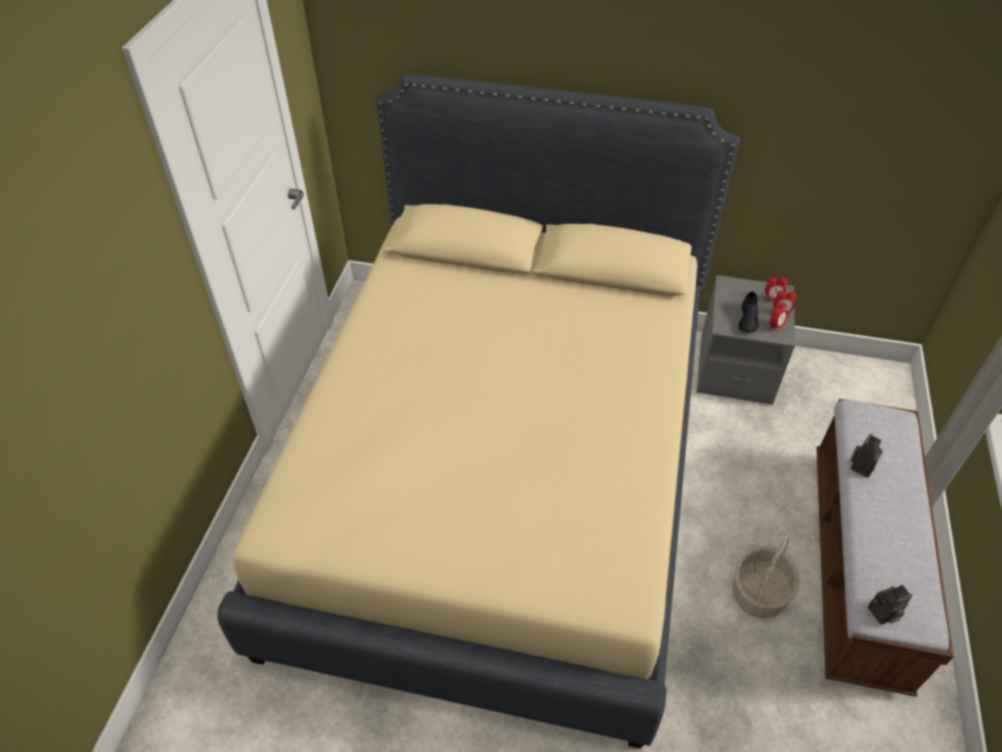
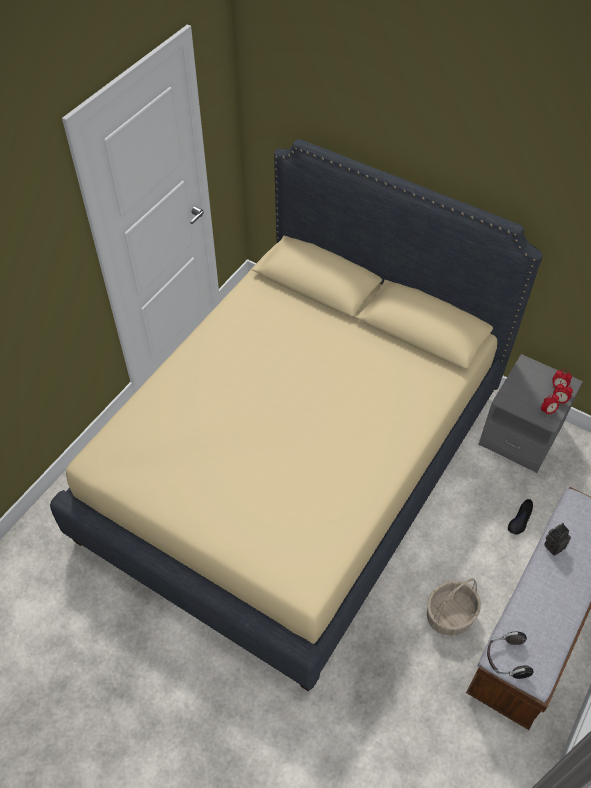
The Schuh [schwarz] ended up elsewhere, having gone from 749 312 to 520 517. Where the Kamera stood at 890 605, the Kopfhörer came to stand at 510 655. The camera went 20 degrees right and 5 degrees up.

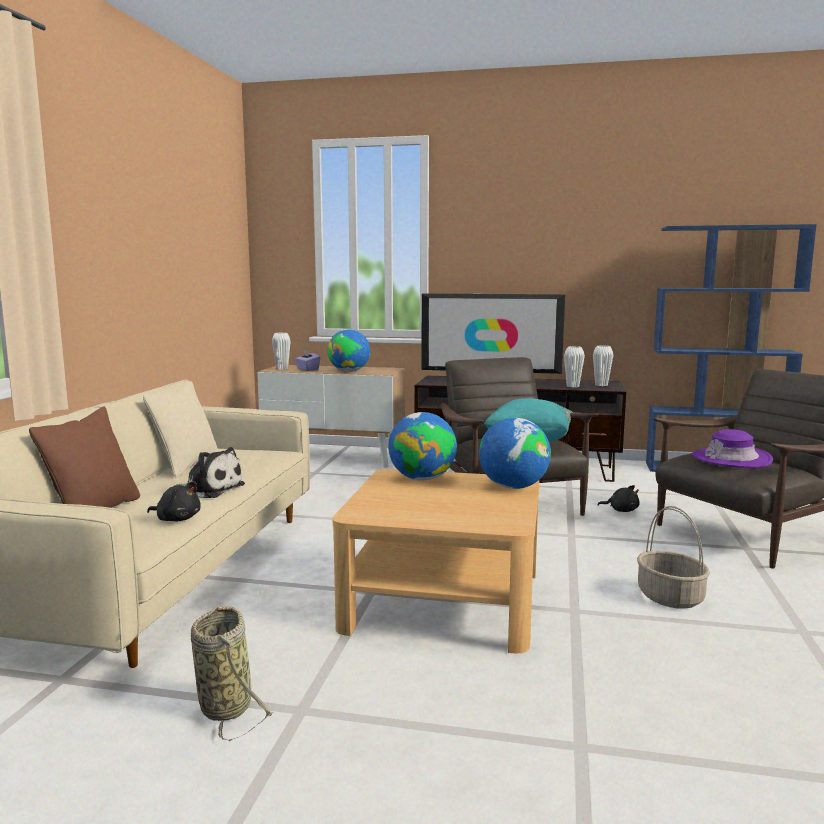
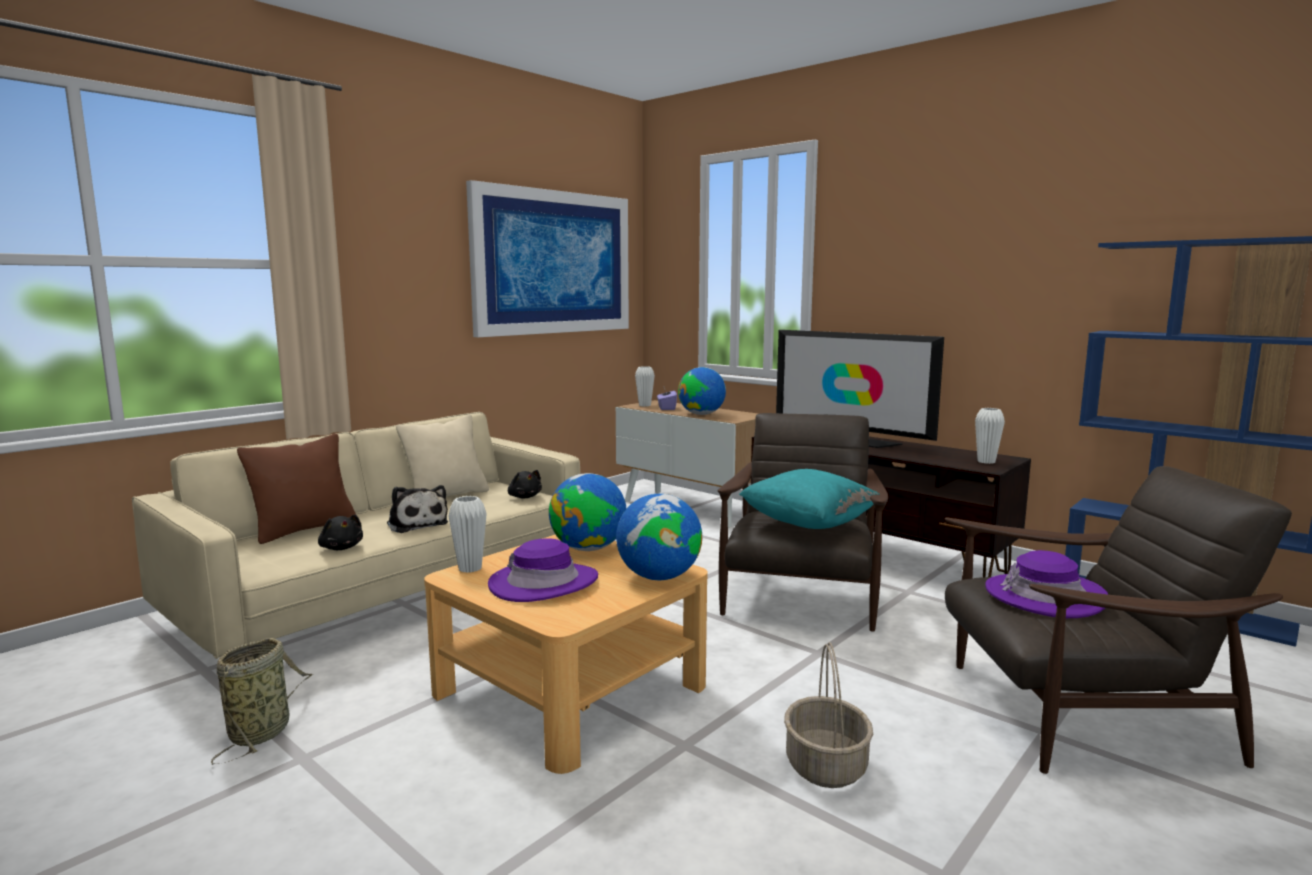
The Vase [weiß] ended up elsewhere, having gone from 574 366 to 467 534. The Plüschtier [schwarz] ended up elsewhere, having gone from 619 498 to 525 484. The second view gained the Bild at 547 258. The second view gained the Hut [lila] at 543 570. The camera went 30 degrees right and 0 degrees up.

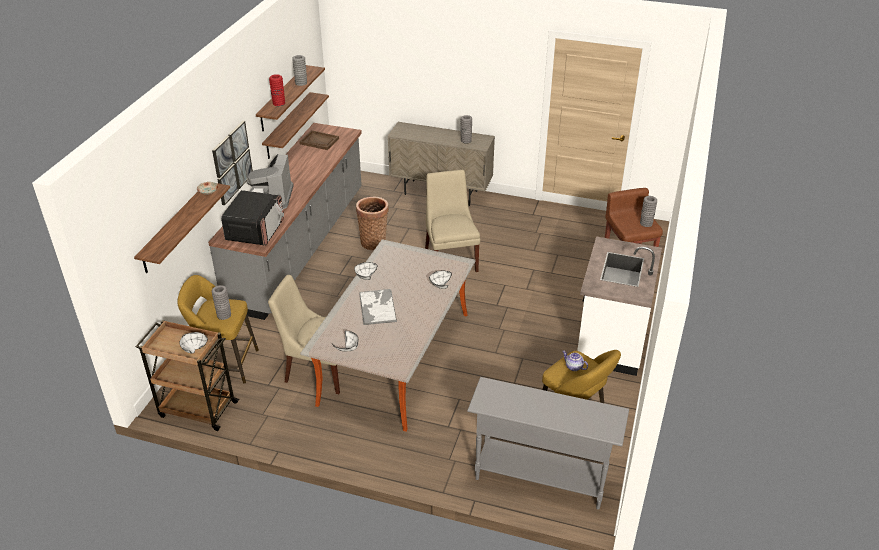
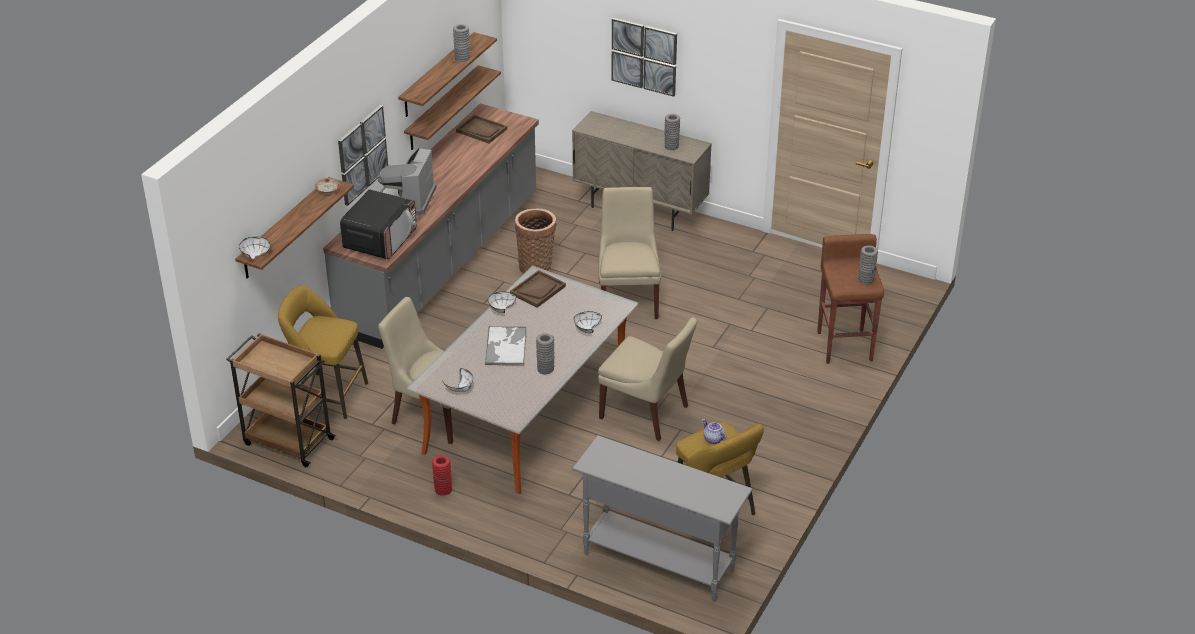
The Vase [rot] ended up elsewhere, having gone from 277 90 to 442 475. The second view lost the Küchenzeile [weiß] at 619 306. The Vase [grau] ended up elsewhere, having gone from 221 302 to 545 353. The Schüssel [weiß] ended up elsewhere, having gone from 193 343 to 254 248. The second view gained the Bild at 644 57. The second view gained the Tablett [braun] at 538 289. The second view gained the Stuhl [beige] at 647 379. The camera went 10 degrees right and 0 degrees up.

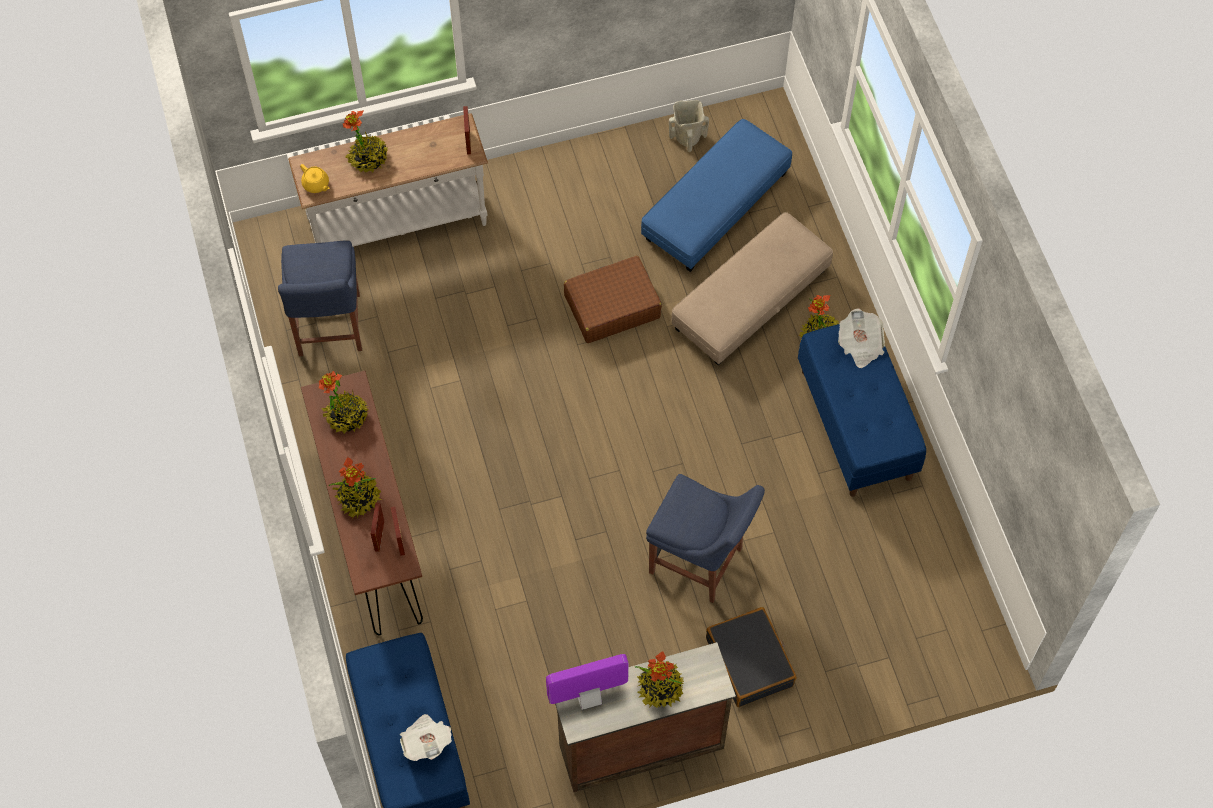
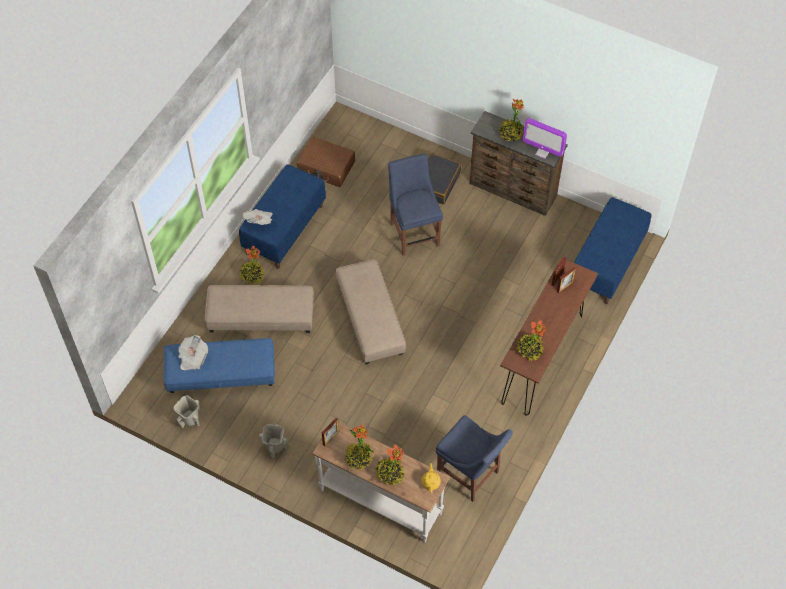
The Stuhl [blau] at 320 298 ended up facing another way, 90 degrees clockwise from before. The Koffer [braun] ended up elsewhere, having gone from 613 299 to 326 162. The Topfpflanze ended up elsewhere, having gone from 355 487 to 359 447. The Zeitung ended up elsewhere, having gone from 426 737 to 193 352. The second view gained the Polsterhocker [beige] at 371 311. The second view gained the Vase [beige] at 273 441. The camera went 135 degrees left and 5 degrees down.

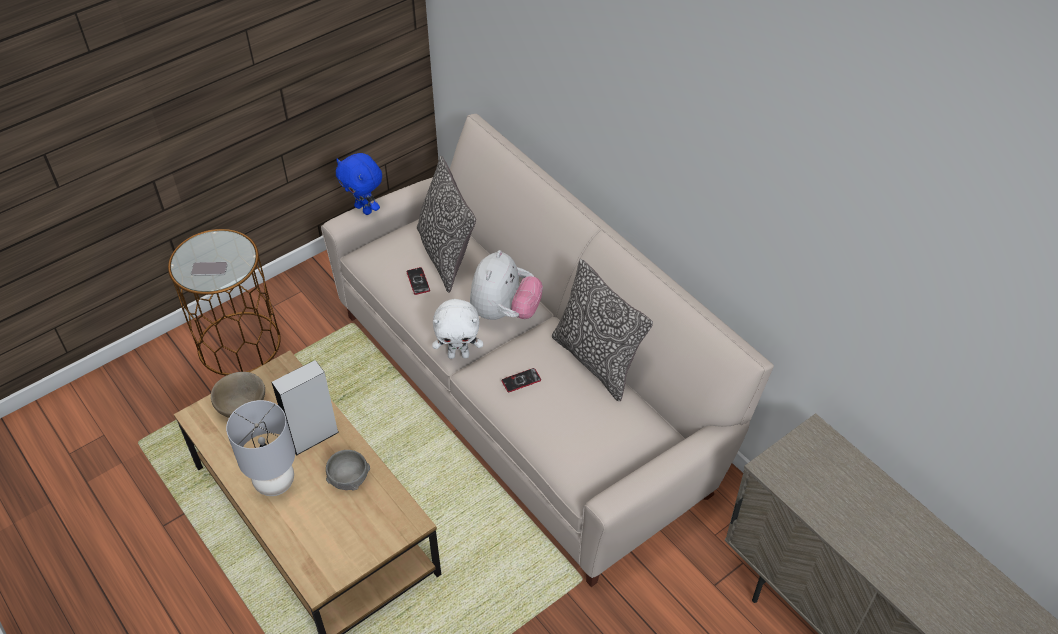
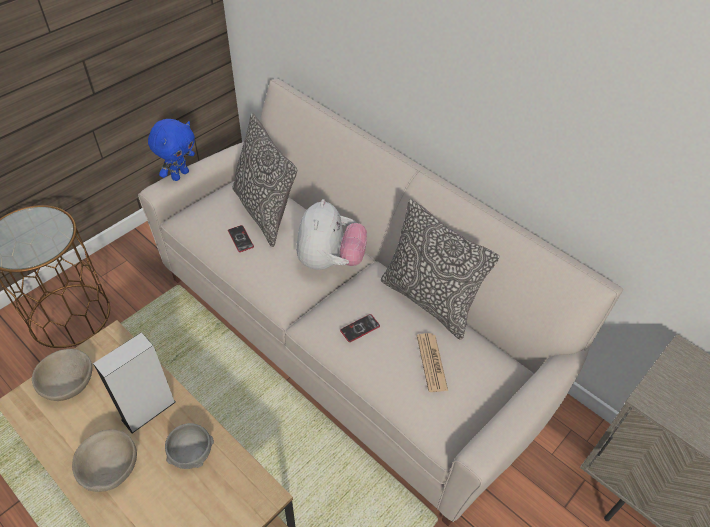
The Plüschtier [blau] at 359 184 ended up facing another way, 90 degrees counterclockwise from before. The second view lost the Handy at 209 269. The second view lost the Plüschtier [weiß] at 457 329. Where the Tischlampe [grau] stood at 260 448, the Schüssel [beige] came to stand at 104 460. The second view gained the Zeitung at 432 362. The camera went 10 degrees left and 0 degrees up.

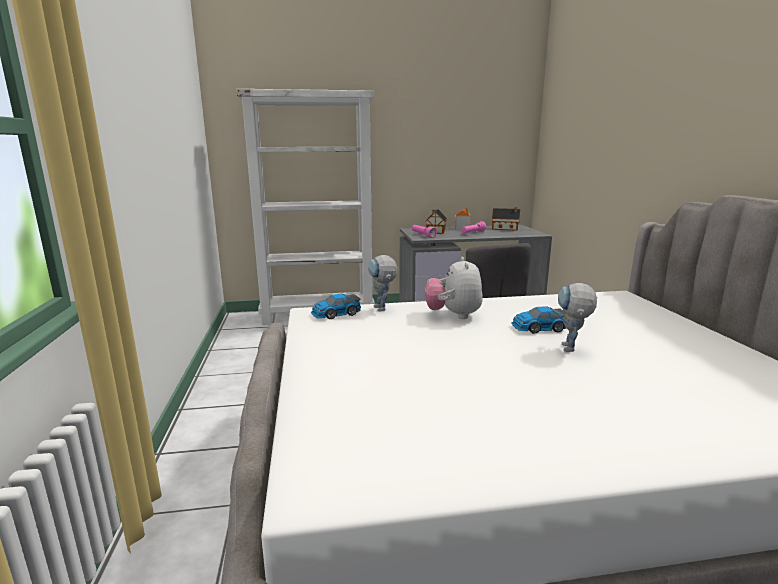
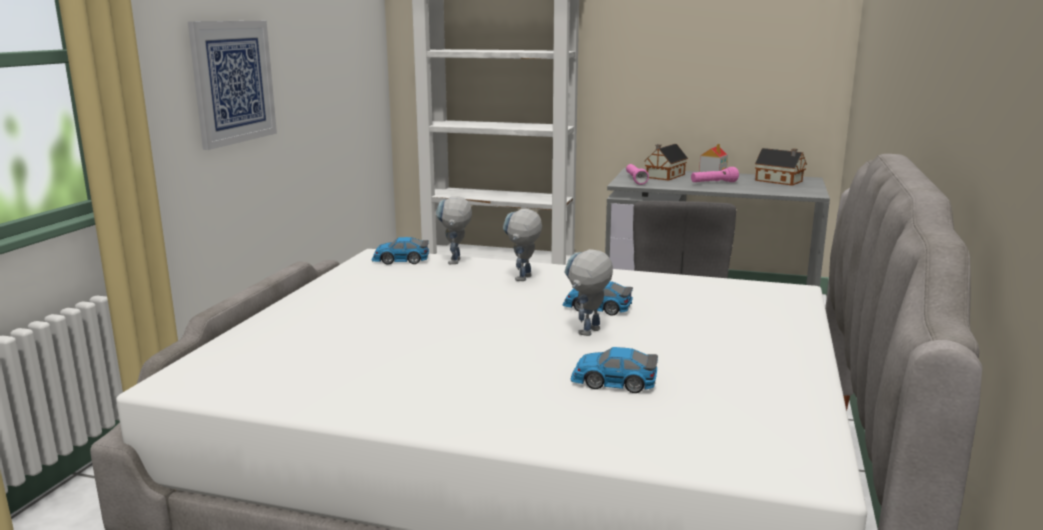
Where the Plüschtier stood at 454 288, the Spielzeugroboter came to stand at 522 245. The second view gained the Bild at 232 85. The second view gained the Spielzeugauto at 614 370. The camera went 25 degrees right and 0 degrees up.

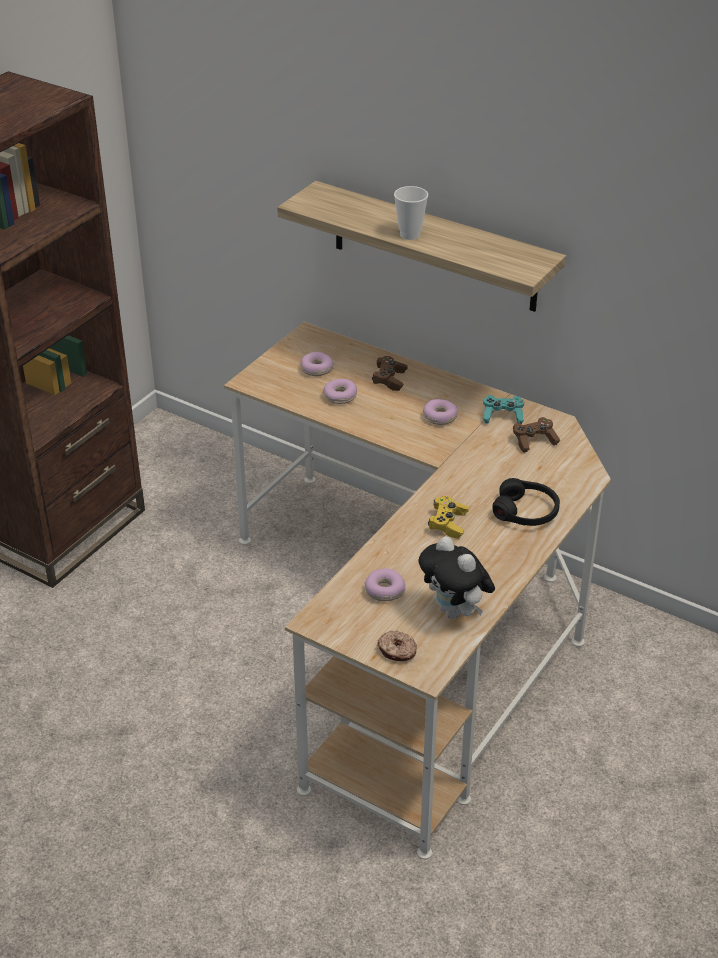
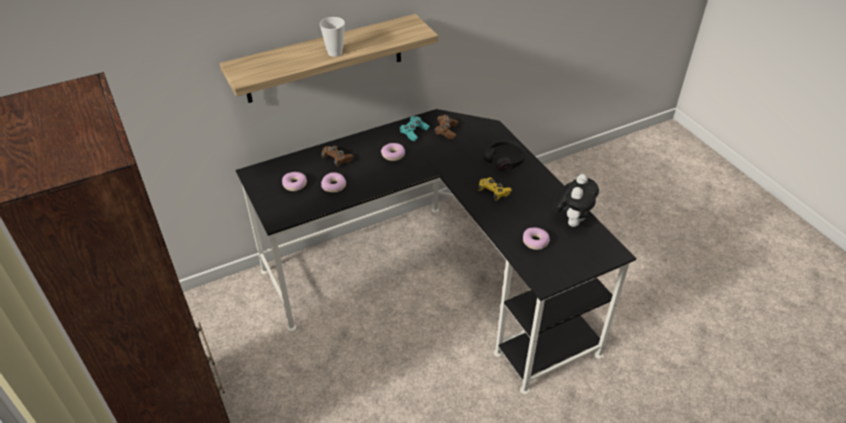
What was the Schreibtisch [beige] at 417 590 turned into the Schreibtisch [schwarz] at 436 251. The Plüschtier at 457 577 ended up facing another way, 60 degrees counterclockwise from before. The second view lost the Donut at 397 645. The camera went 60 degrees left and 5 degrees up.

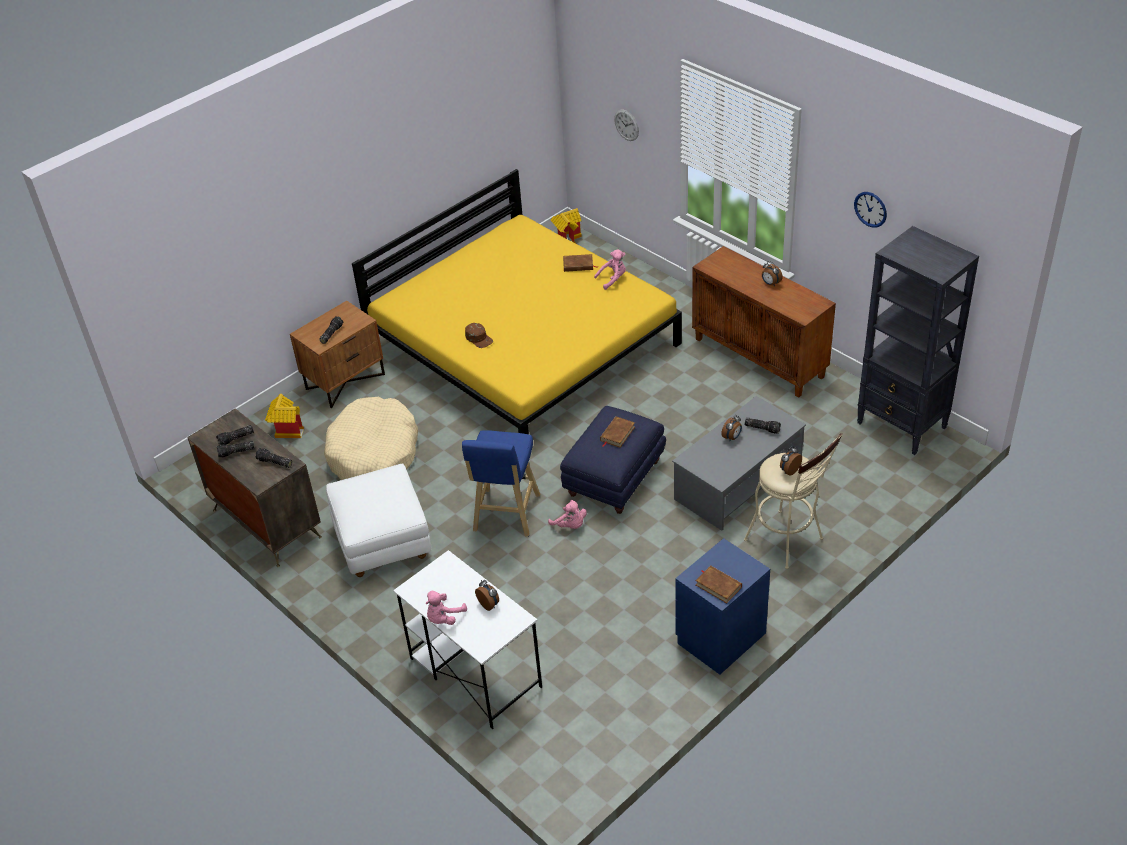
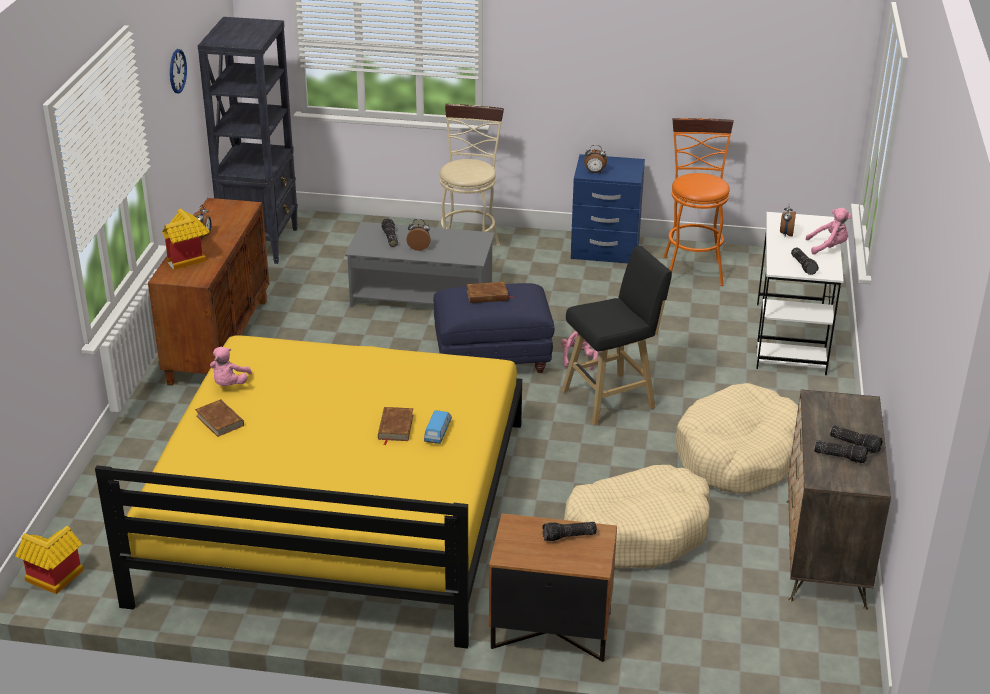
The second view lost the Wanduhr at 626 125. The Plüschtier [rosa] at 610 269 ended up facing another way, 105 degrees counterclockwise from before. Where the Kappe [braun] stood at 479 335, the Spielzeugauto came to stand at 438 427. The Spielzeughaus ended up elsewhere, having gone from 284 416 to 185 239. What was the Hocker [blau] at 501 483 turned into the Hocker [schwarz] at 617 336. The Wecker ended up elsewhere, having gone from 791 461 to 595 159. The Taschenlampe ended up elsewhere, having gone from 273 458 to 805 261. Where the Polsterhocker [weiß] stood at 378 520, the Hundebett [beige] came to stand at 737 438. The Buch [braun] ended up elsewhere, having gone from 718 584 to 395 426. The second view gained the Hocker [orange] at 698 202. The camera went 130 degrees left and 10 degrees down.

